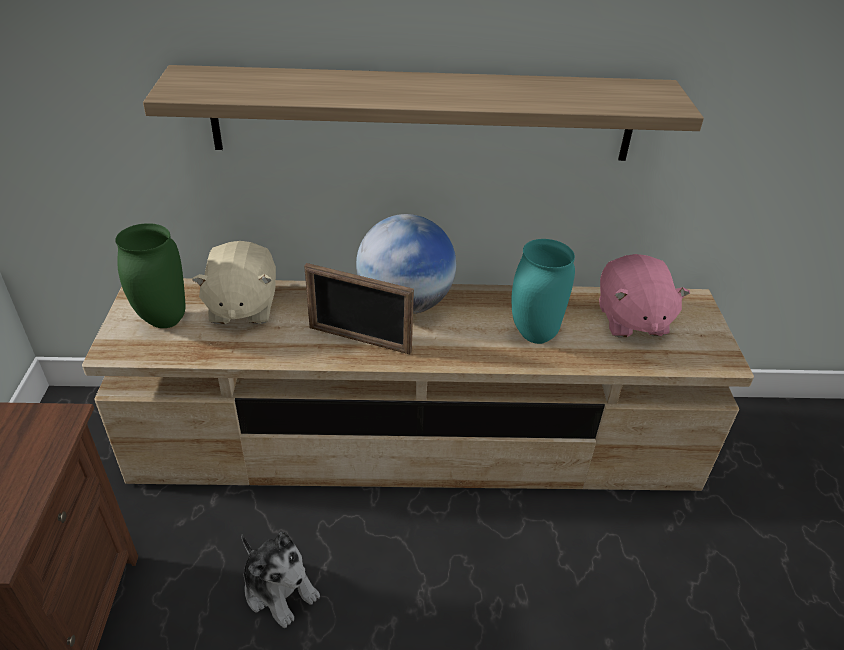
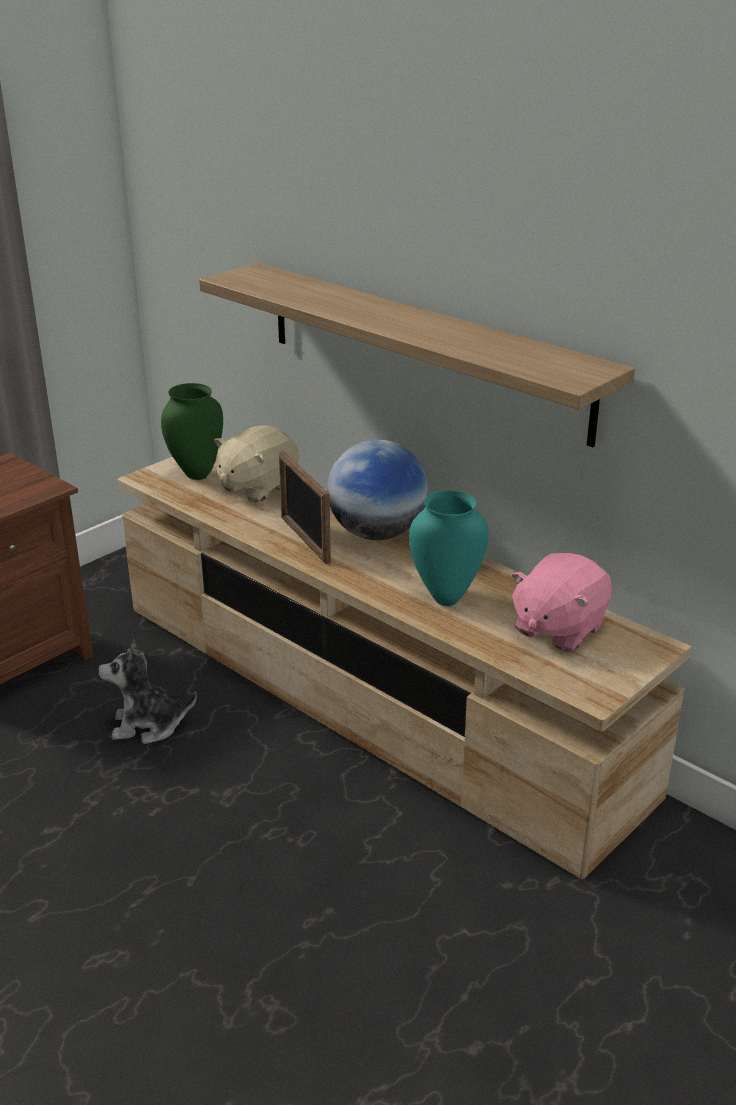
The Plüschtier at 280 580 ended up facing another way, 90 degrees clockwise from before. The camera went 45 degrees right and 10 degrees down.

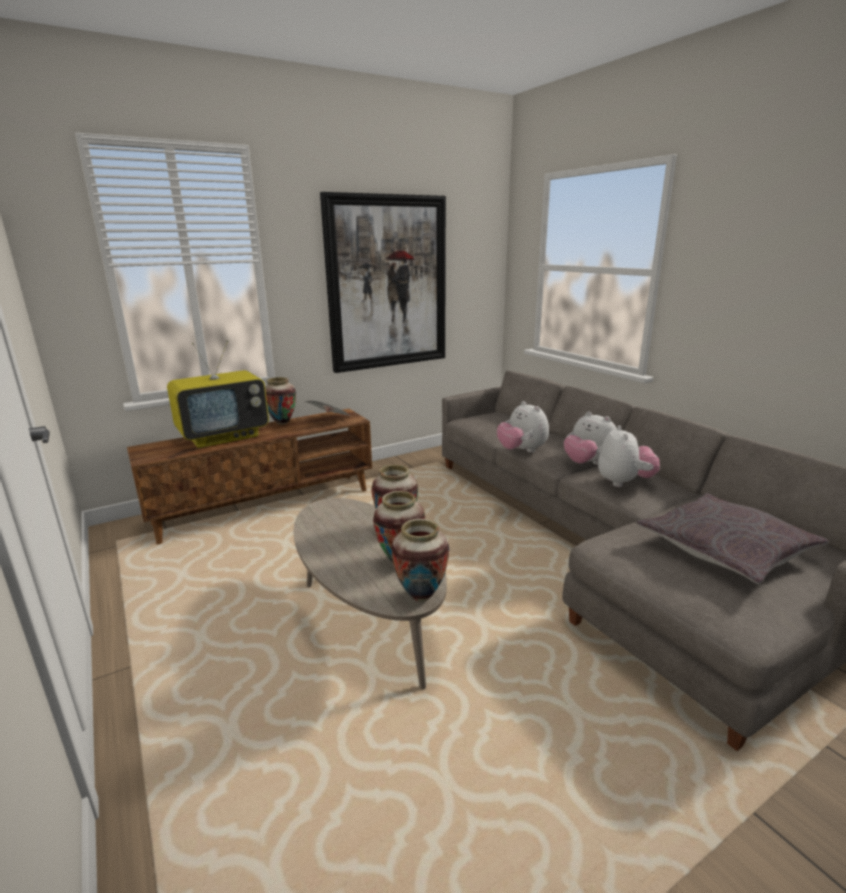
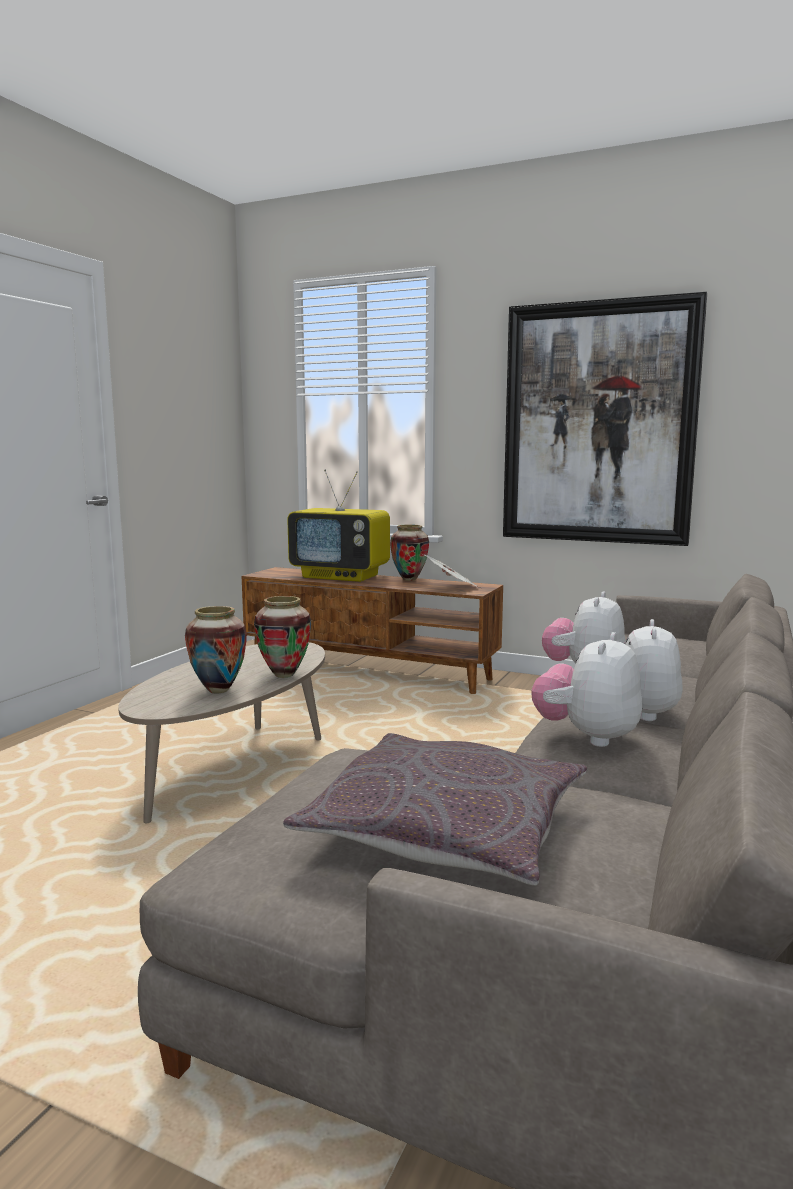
The Plüschtier at 629 456 ended up facing another way, 150 degrees clockwise from before. The second view lost the Vase at 420 560. The camera went 55 degrees right and 10 degrees down.

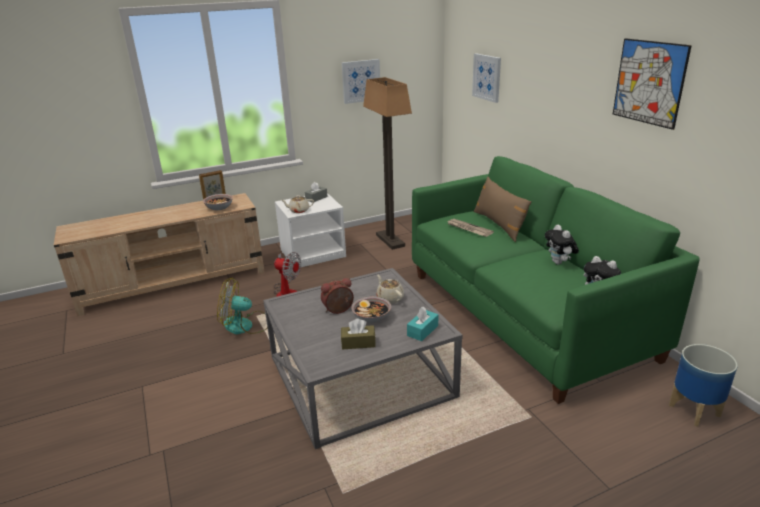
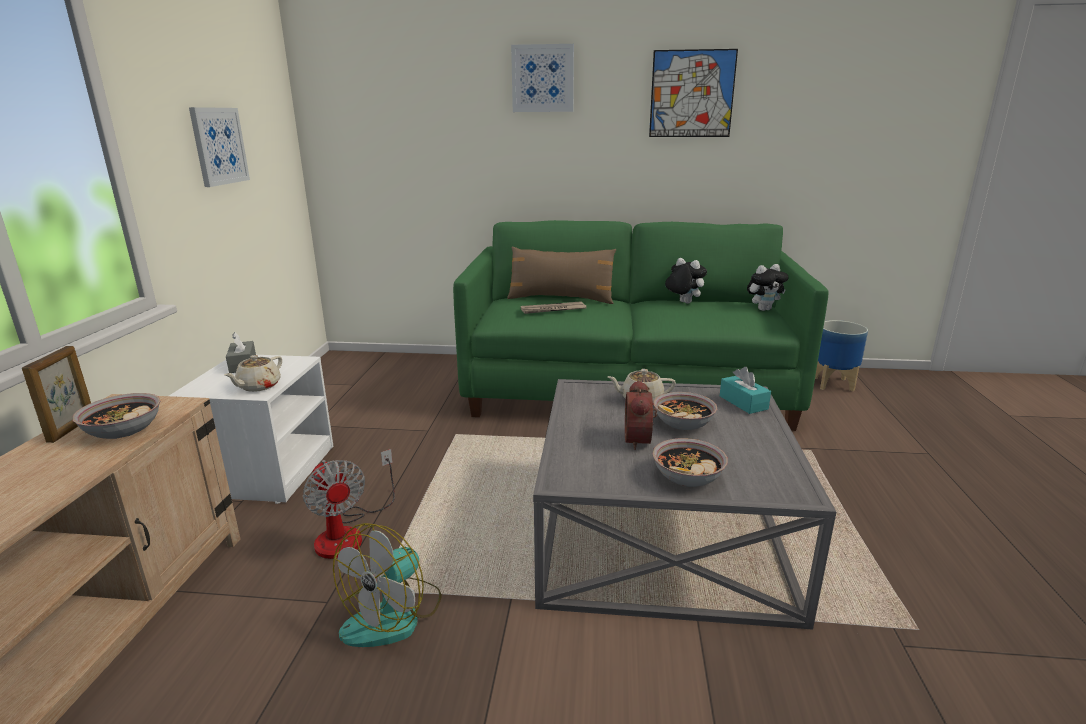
The Bild ended up elsewhere, having gone from 486 78 to 542 78. The second view lost the Stehlampe at 387 163. The Plüschtier at 562 245 ended up facing another way, 150 degrees counterclockwise from before. The Ventilator at 287 274 ended up facing another way, 90 degrees clockwise from before. The second view lost the Taschentuchbox [braun] at 358 333. The second view gained the Schüssel at 690 462. The camera went 60 degrees left and 5 degrees down.

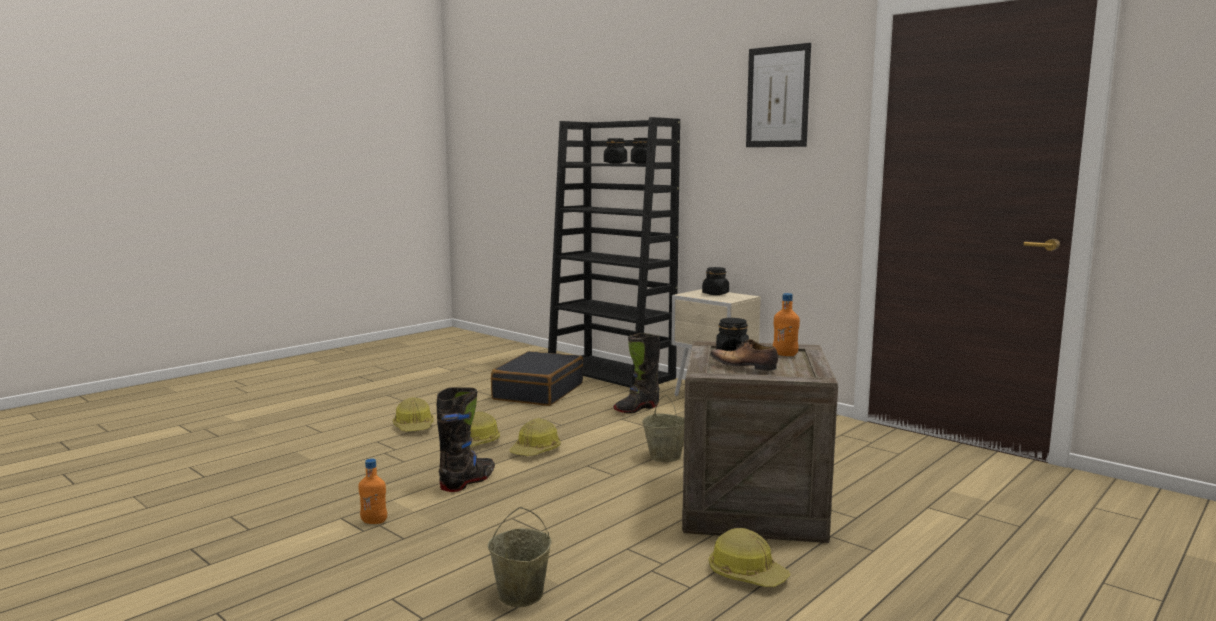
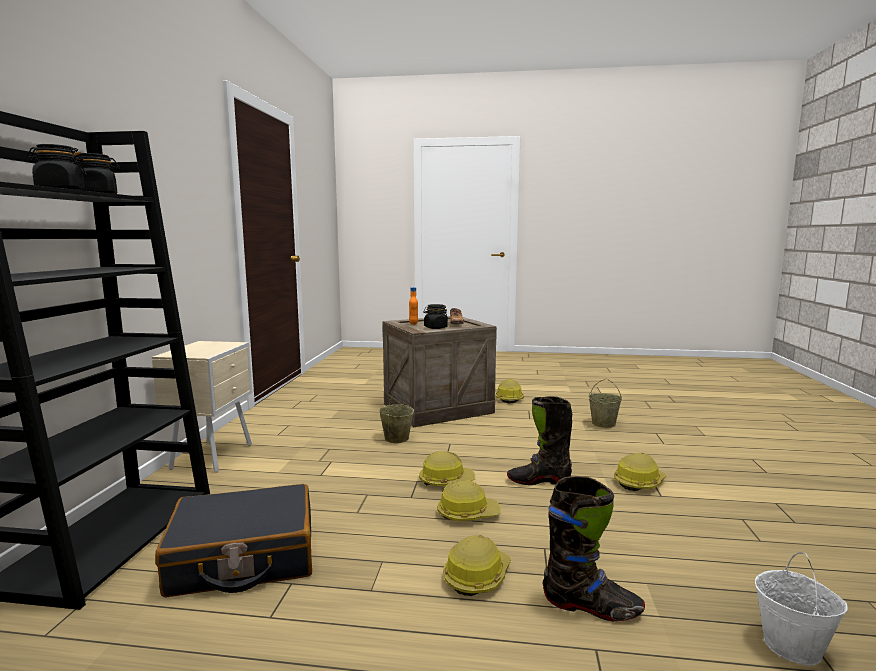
The second view lost the Bild at 778 95. The second view lost the Vorratsglas [schwarz] at 715 281. The Stiefel [schwarz] ended up elsewhere, having gone from 636 373 to 594 548. Where the Flasche [orange] stood at 373 491, the Schutzhelm came to stand at 640 472. The second view gained the Eimer [weiß] at 801 609. The camera went 125 degrees left and 0 degrees up.

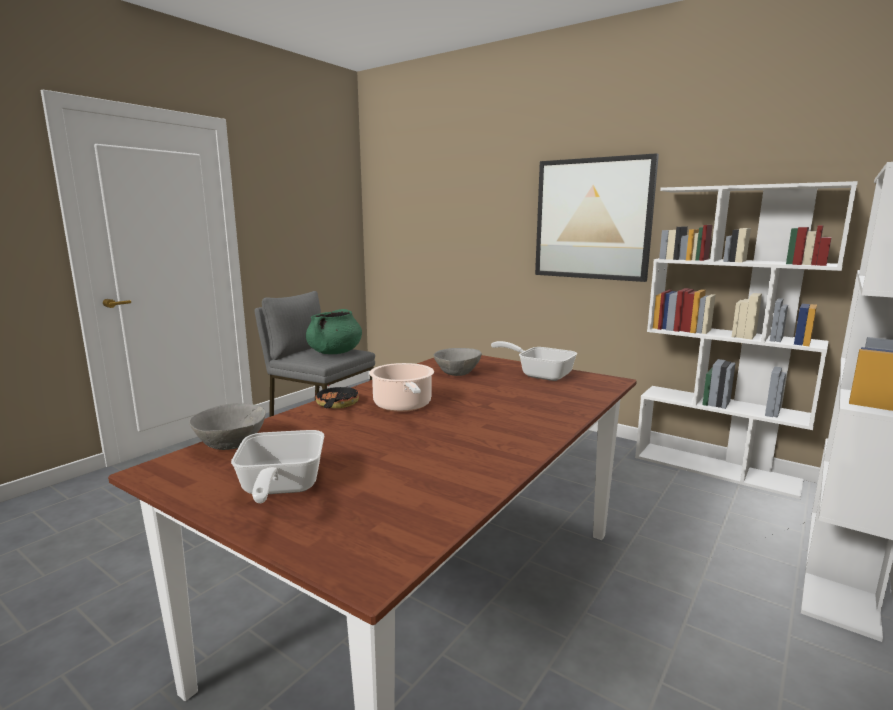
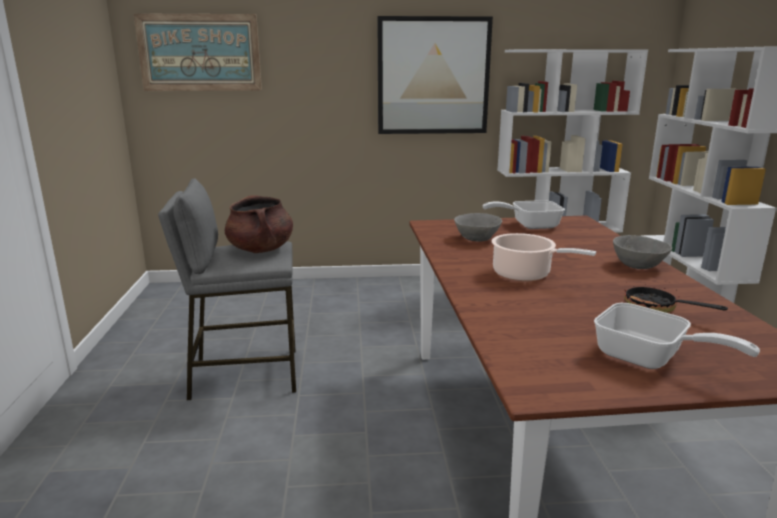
What was the Kochtopf [grün] at 334 331 turned into the Kochtopf [braun] at 259 224. The Pfanne ended up elsewhere, having gone from 337 393 to 676 297. The Schüssel [grau] ended up elsewhere, having gone from 227 426 to 642 252. The second view gained the Bild at 198 52. The camera went 40 degrees left and 5 degrees up.

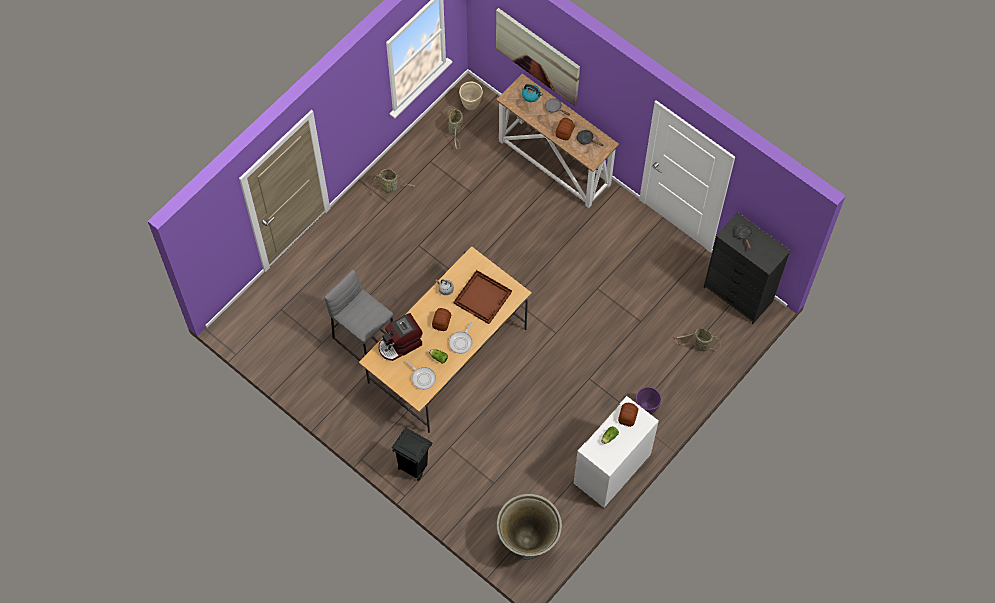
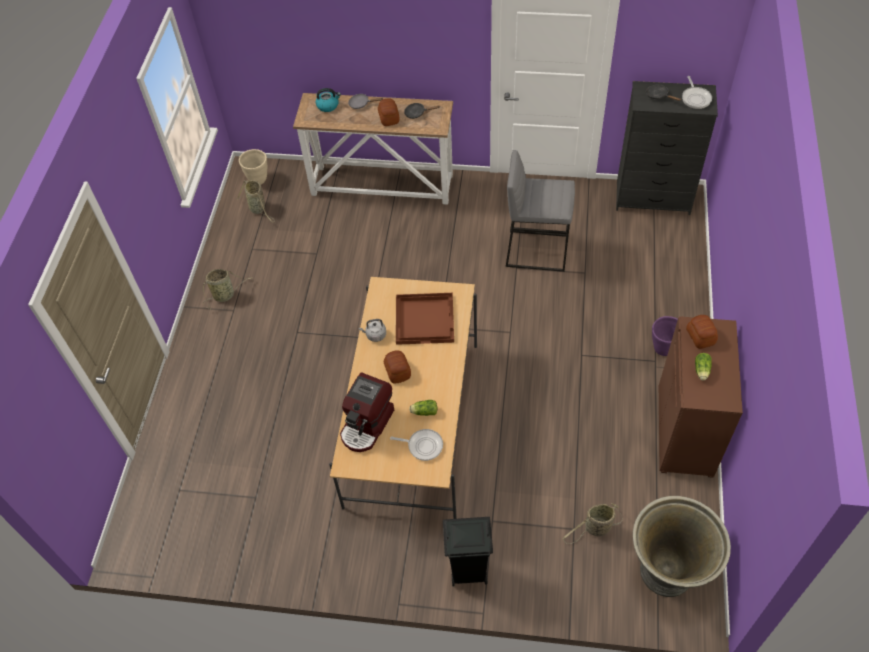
The second view lost the Bild at 538 57. The Hocker [grau] ended up elsewhere, having gone from 358 315 to 540 211. The Pfanne ended up elsewhere, having gone from 461 337 to 697 92. The Korb ended up elsewhere, having gone from 698 340 to 593 523. What was the Schrank [weiß] at 616 452 turned into the Schrank [braun] at 701 397. The camera went 30 degrees left and 10 degrees down.

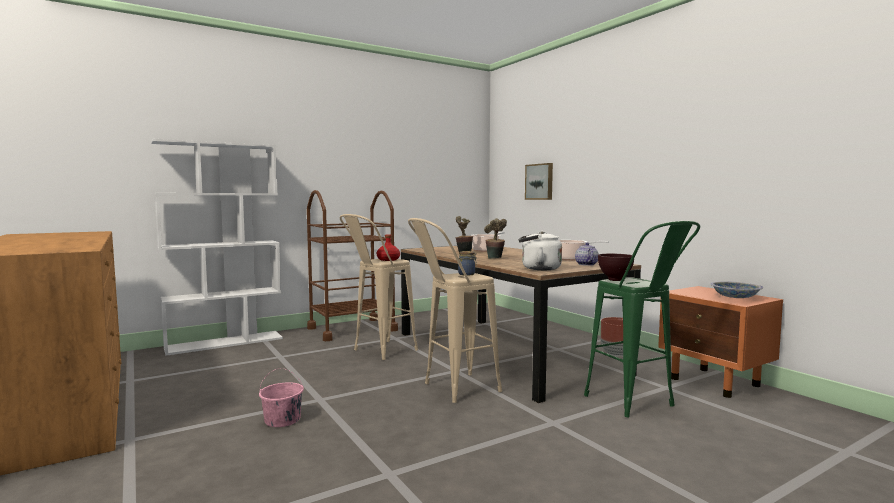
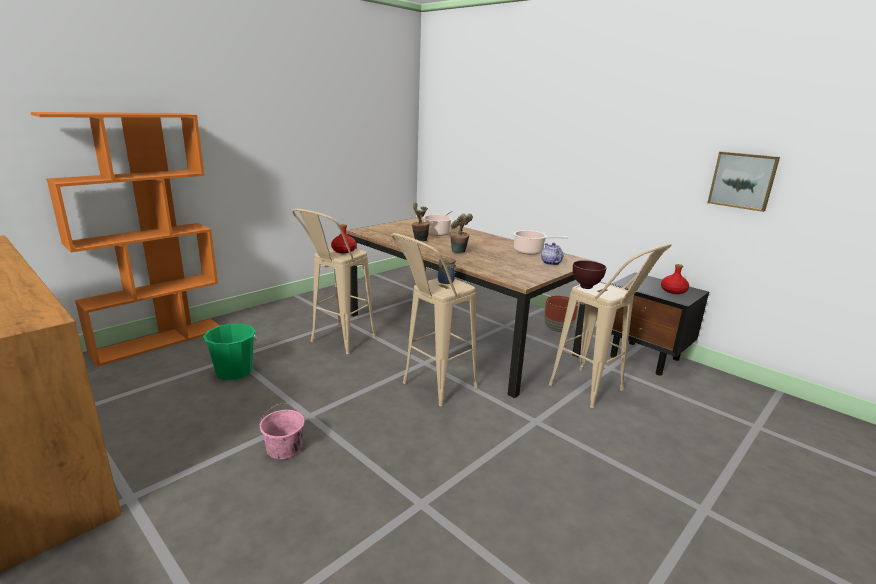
What was the Bücherregal [weiß] at 217 247 turned into the Bücherregal [orange] at 125 239. The Bild ended up elsewhere, having gone from 539 181 to 743 181. The second view lost the Rollwagen [braun] at 352 265. What was the Hocker [grün] at 642 319 turned into the Hocker [beige] at 610 326. The second view lost the Wasserkessel [weiß] at 540 250. Where the Schüssel stood at 736 289, the Flasche [rot] came to stand at 675 279. What was the Nachttisch [orange] at 720 342 turned into the Nachttisch [schwarz] at 659 324. The second view gained the Eimer [grün] at 230 352. The camera went 15 degrees left and 15 degrees up.

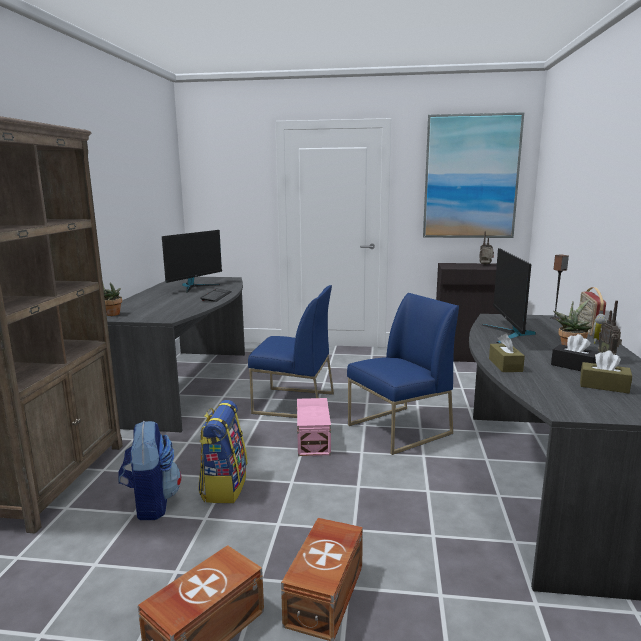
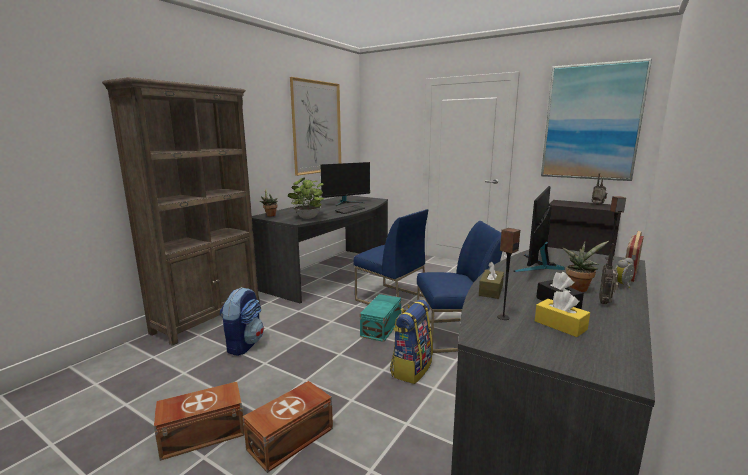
What was the Taschentuchbox [braun] at 606 372 turned into the Taschentuchbox [gelb] at 562 313. What was the Aufbewahrungsbox [rosa] at 314 427 turned into the Aufbewahrungsbox [türkis] at 380 318. The Rucksack ended up elsewhere, having gone from 222 451 to 411 342. The second view gained the Bild at 315 126. The second view gained the Topfpflanze at 306 198. The second view gained the Lautsprecher at 508 274. The camera went 25 degrees right and 0 degrees up.

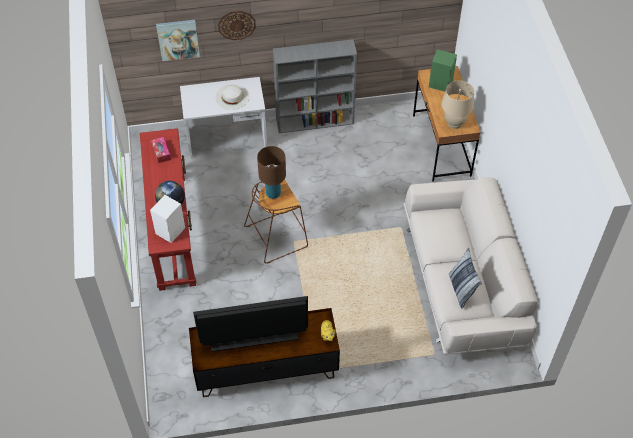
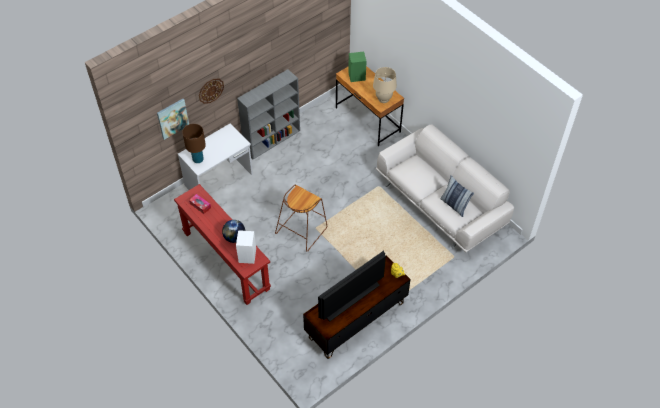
The second view lost the Hut [weiß] at 233 97. The Tischlampe [braun] ended up elsewhere, having gone from 271 172 to 194 143. The camera went 30 degrees left and 0 degrees up.

